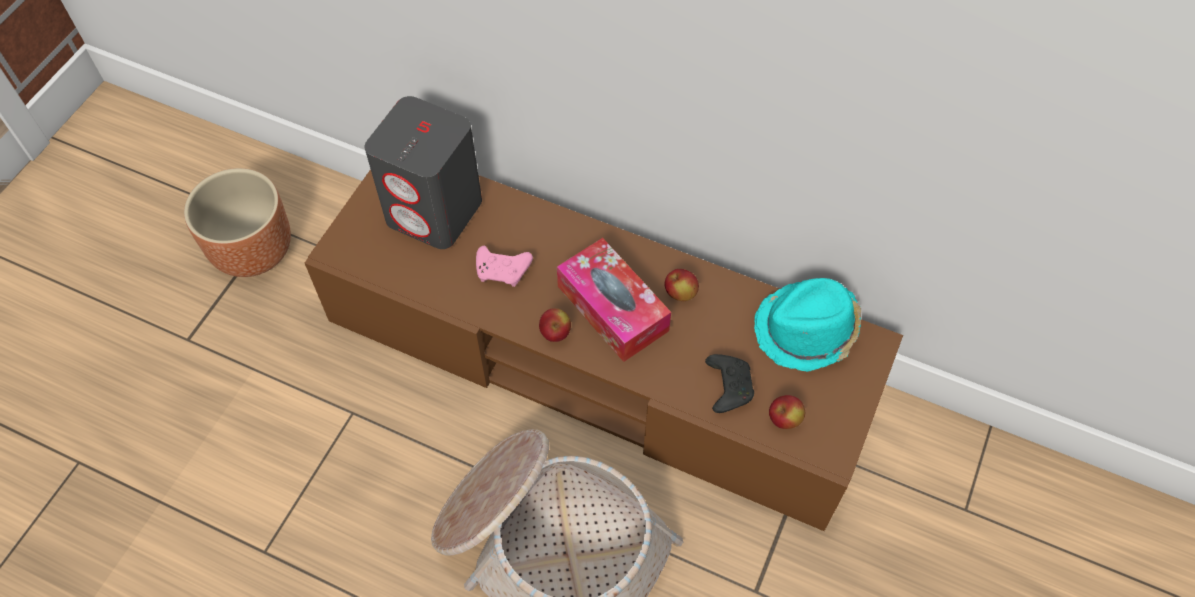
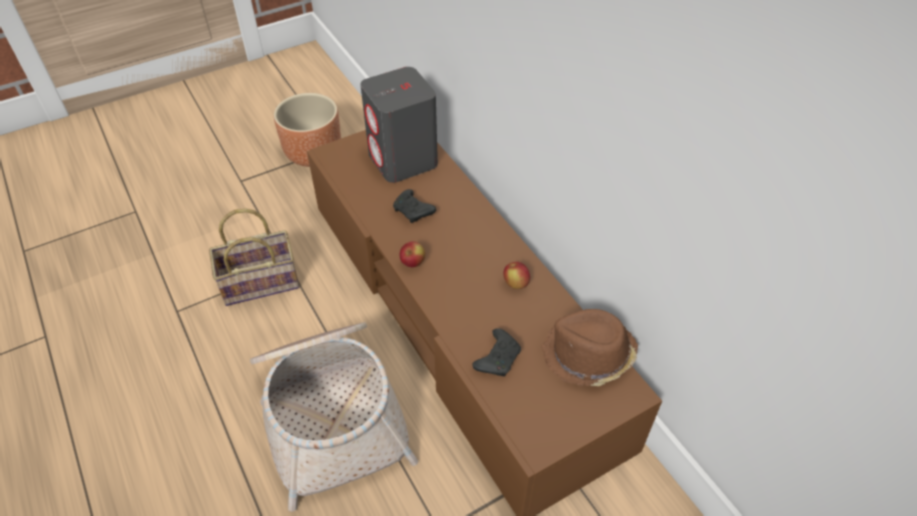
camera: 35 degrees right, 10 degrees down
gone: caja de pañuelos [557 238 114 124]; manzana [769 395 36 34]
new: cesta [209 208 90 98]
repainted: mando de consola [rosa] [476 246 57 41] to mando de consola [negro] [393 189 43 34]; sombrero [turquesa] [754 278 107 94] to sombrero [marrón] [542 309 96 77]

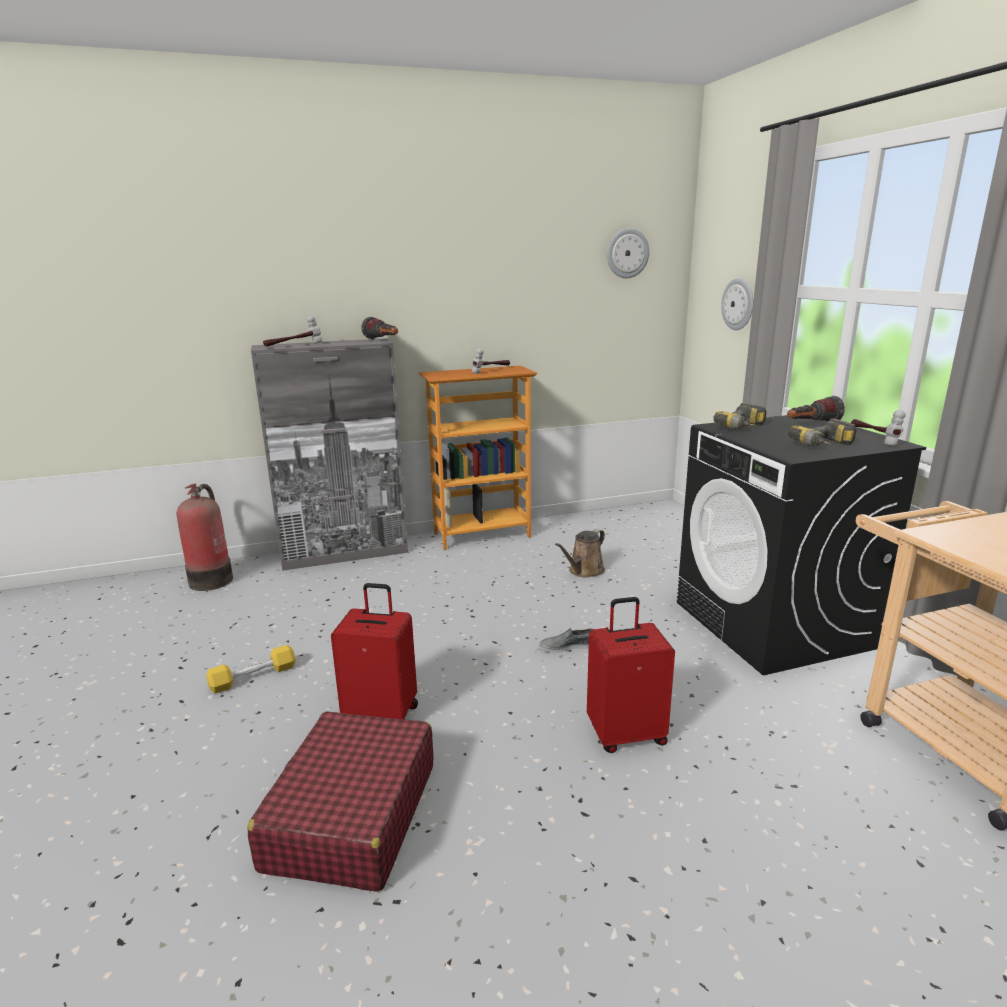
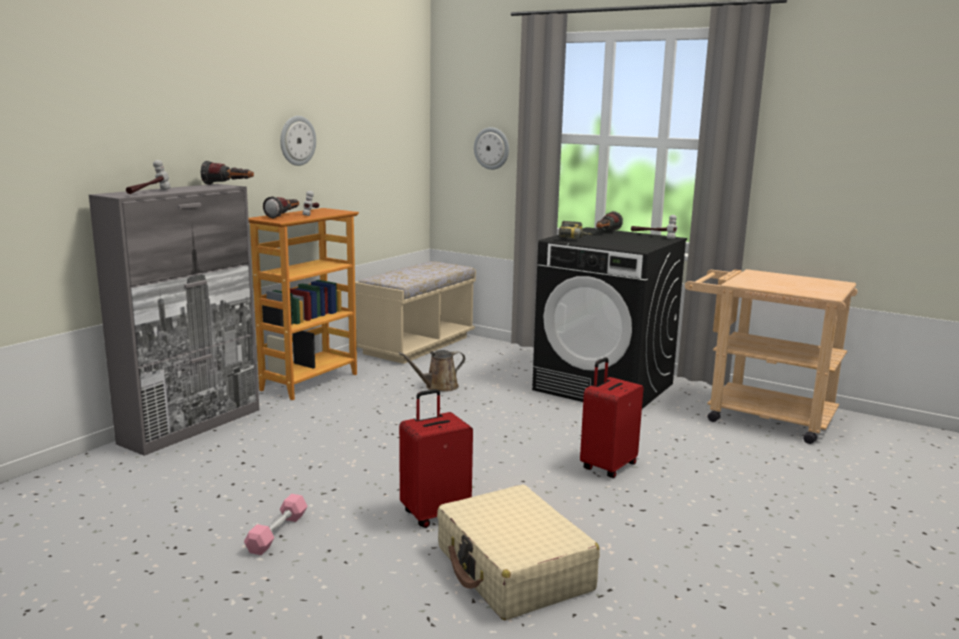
camera: 40 degrees left, 5 degrees down
gone: extintor [177 484 56 107]; zapato [gris] [539 628 55 25]; taladro [788 418 69 28]
new: linterna [263 196 36 23]; banco [beis] [355 261 121 103]
shifted: reloj de pared [607 228 42 50] to [280 116 36 50]
repainted: mancuerna [amarillo] [207 645 89 49] to mancuerna [rosa] [244 494 63 61]; maleta [rojo] [248 711 186 181] to maleta [beis] [437 484 163 136]
rotated: regadera [marrón] [555 529 50 49] = [398 350 67 41] 60 degrees clockwise

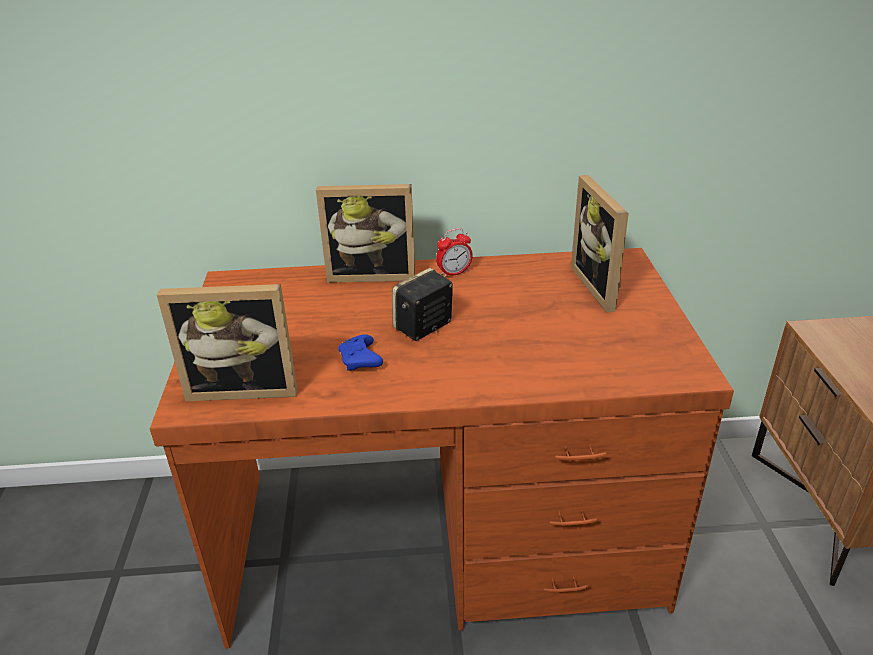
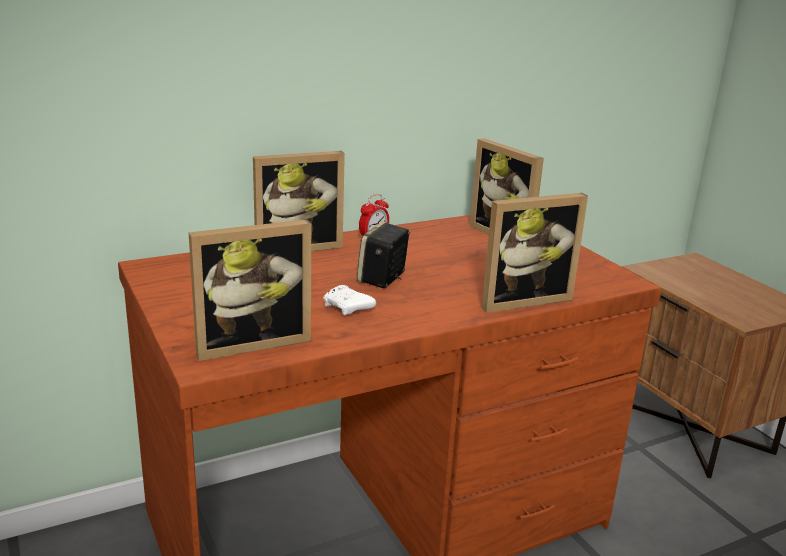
camera: 25 degrees left, 10 degrees down
new: portarretratos [481 193 107 120]
repainted: mando de consola [azul] [338 334 45 36] to mando de consola [blanco] [323 285 53 30]

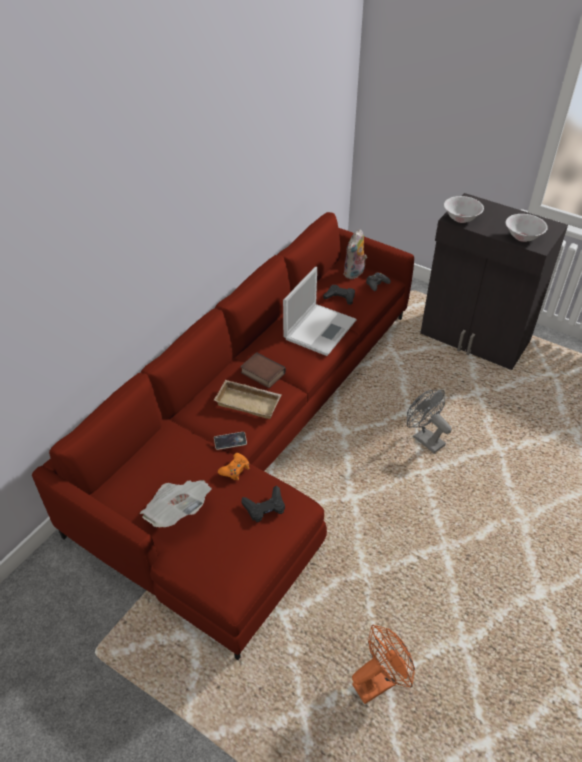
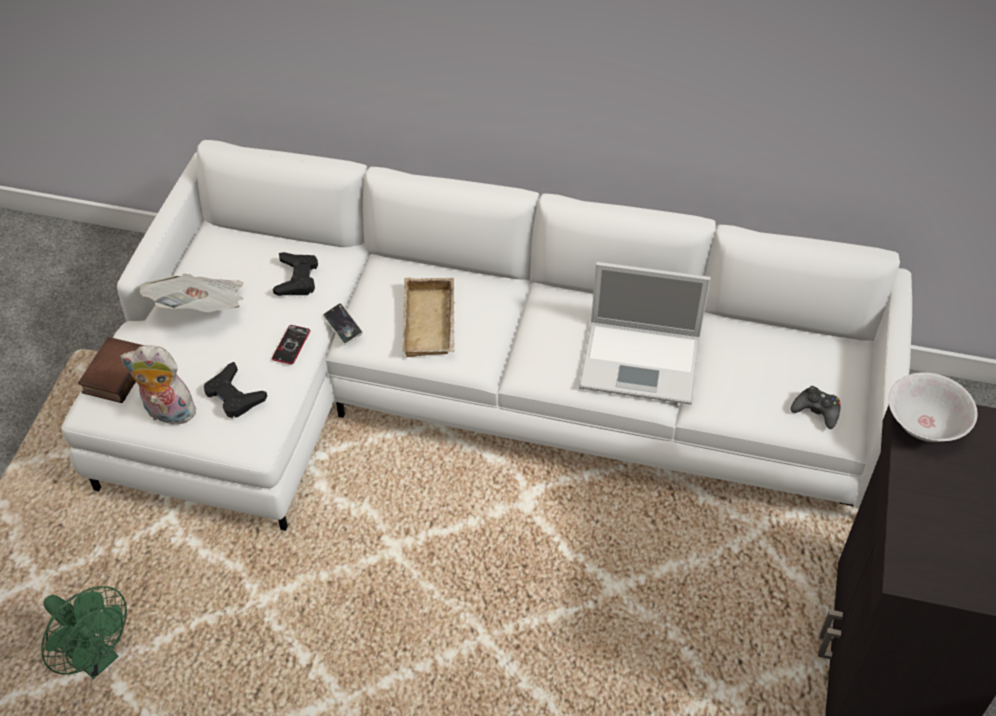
camera: 70 degrees right, 5 degrees up
gone: ventilador [gris] [407 390 45 63]; cuenco [blanco] [506 214 42 28]
shifted: libro [240 352 46 36] to [78 337 67 66]; mando de consola [negro] [323 285 32 20] to [273 252 45 44]; peluche [343 229 24 50] to [121 345 75 80]
swapped: mando de consola [naranja] [218 453 32 27] to móvil [272 325 38 40]
repainted: sofá [rojo] [32 212 382 448] to sofá [blanco] [62 140 850 391]; ventilador [naranja] [352 624 63 80] to ventilador [verde] [42 586 85 93]

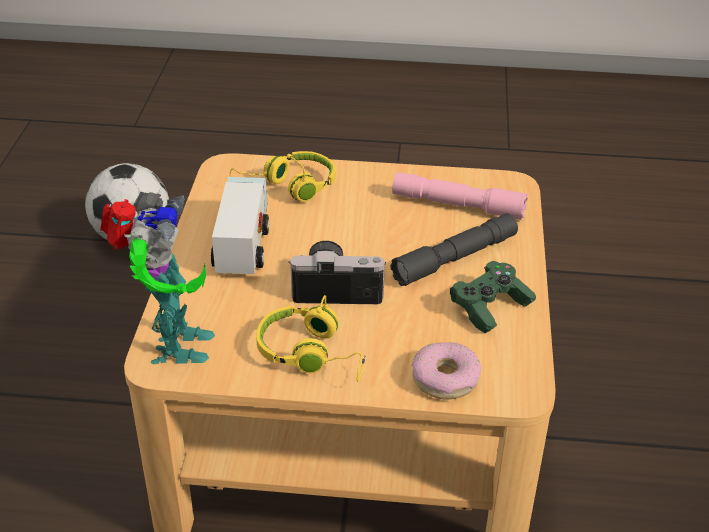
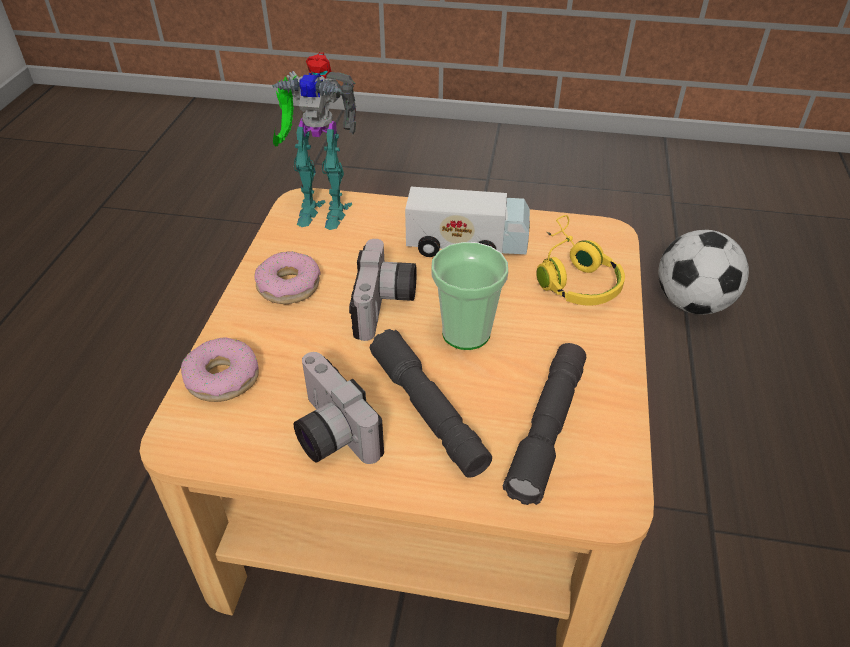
camera: 95 degrees right, 5 degrees up
new: taza [431 242 77 108]
swapped: auriculares [amarillo] [256 295 109 87] to rosquilla [254 251 66 53]; mando de consola [verde] [450 261 86 72] to cámara [294 352 90 112]
repainted: linterna [rosa] [392 172 136 48] to linterna [gris] [503 343 83 162]

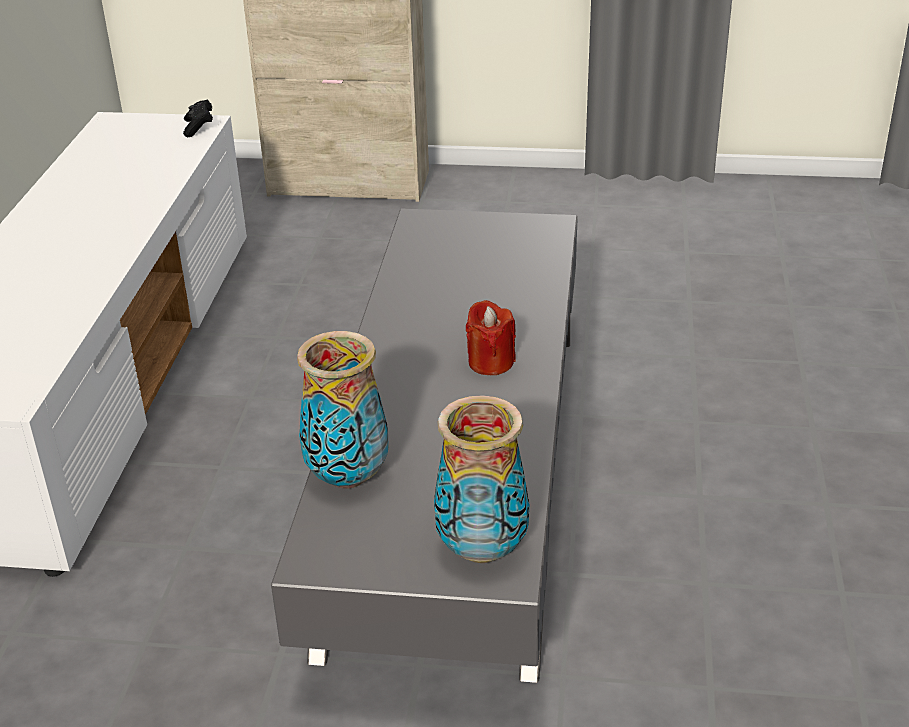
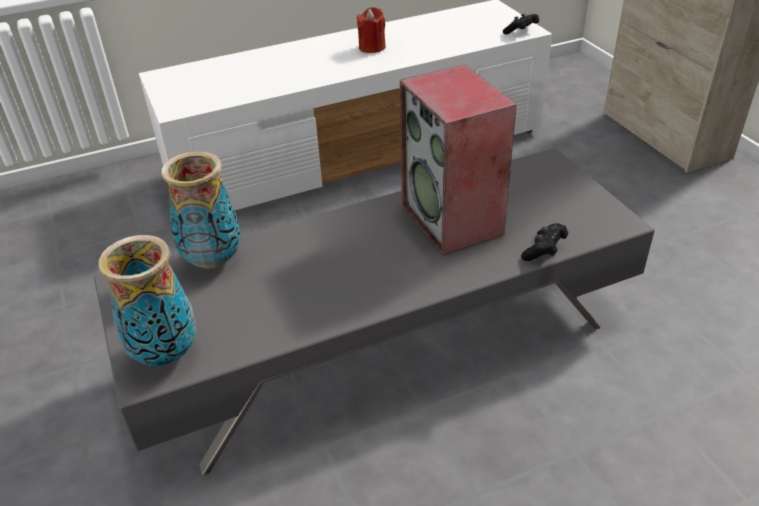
camera: 60 degrees right, 5 degrees up
new: altavoz [400 64 117 191]; mando de consola [negro] [521 223 47 38]
shifted: vela [rojo] [466 300 50 75] to [357 7 29 46]

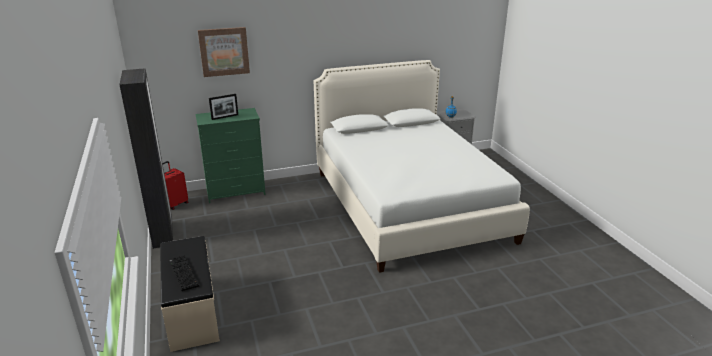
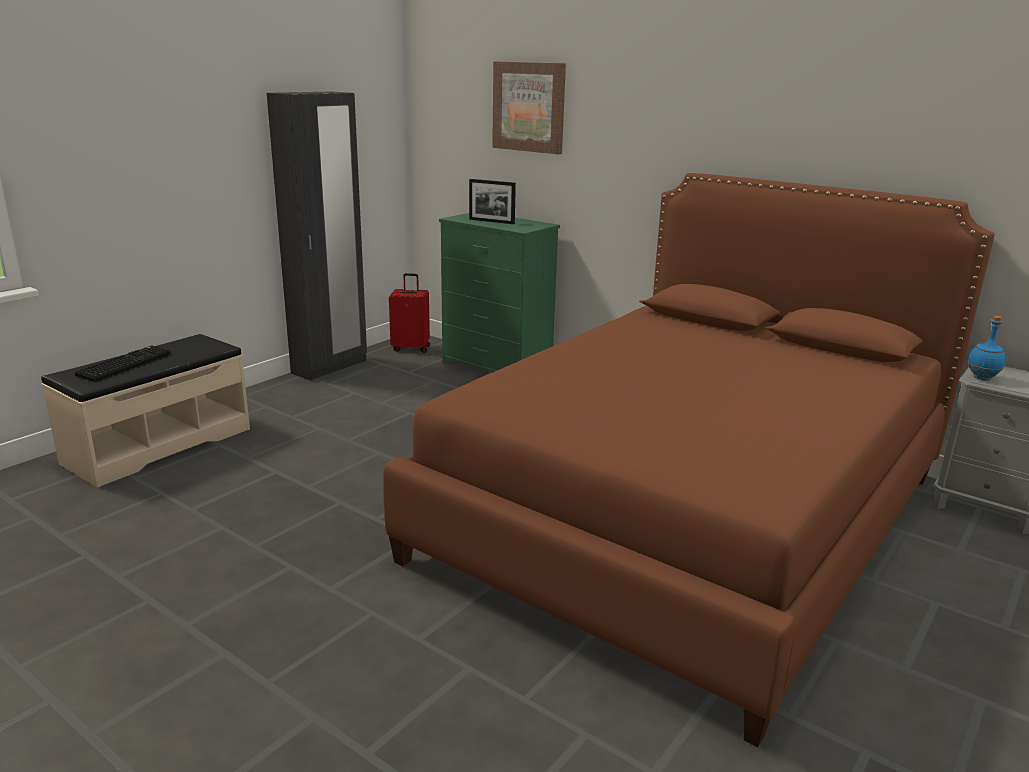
camera: 55 degrees right, 5 degrees down
repainted: cama [blanco] [314 60 216 213] to cama [marrón] [383 173 612 574]

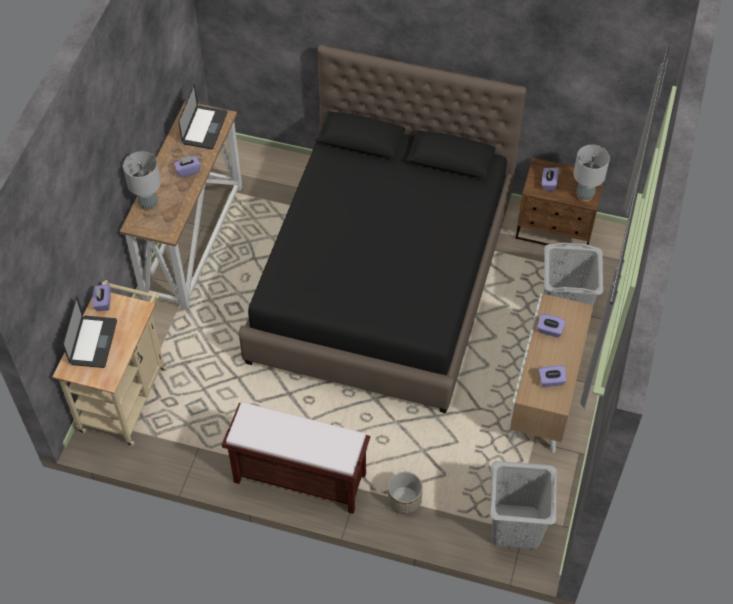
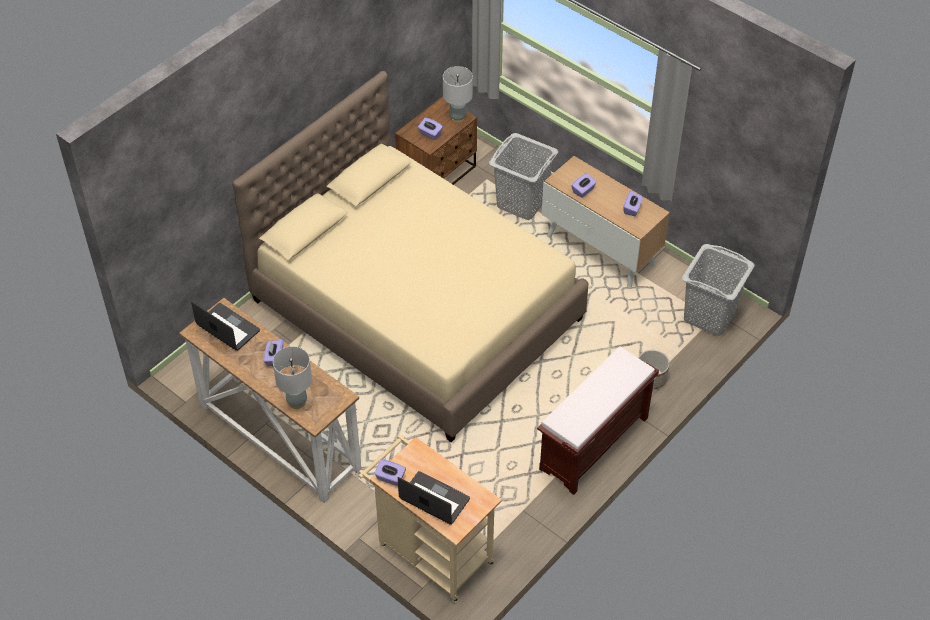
camera: 65 degrees left, 5 degrees down
repainted: cama [negro] [239 45 287 368] to cama [beis] [232 71 357 371]

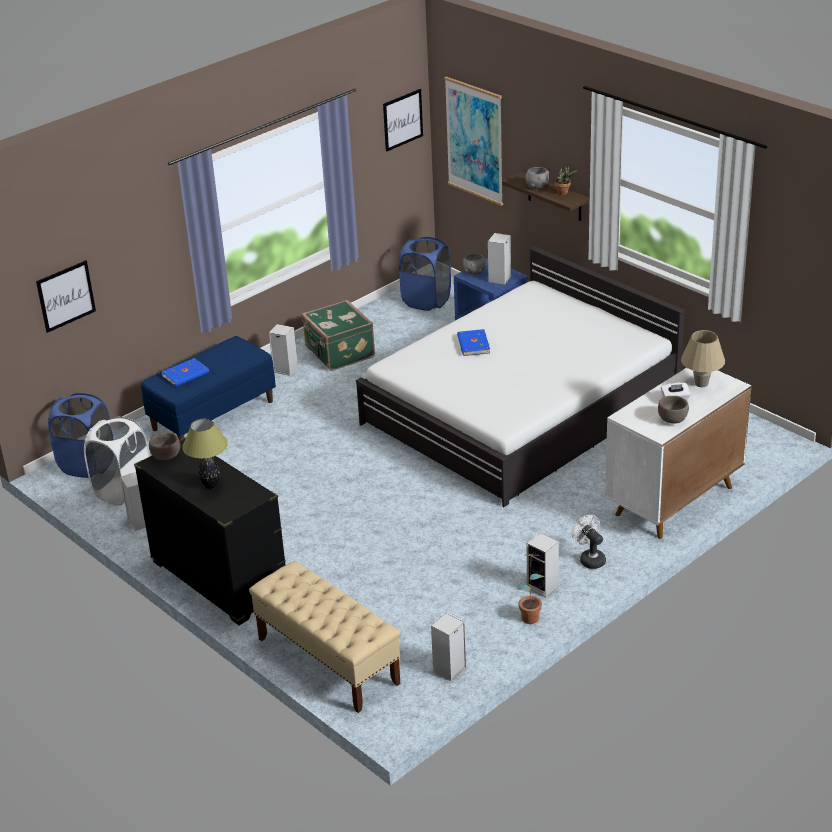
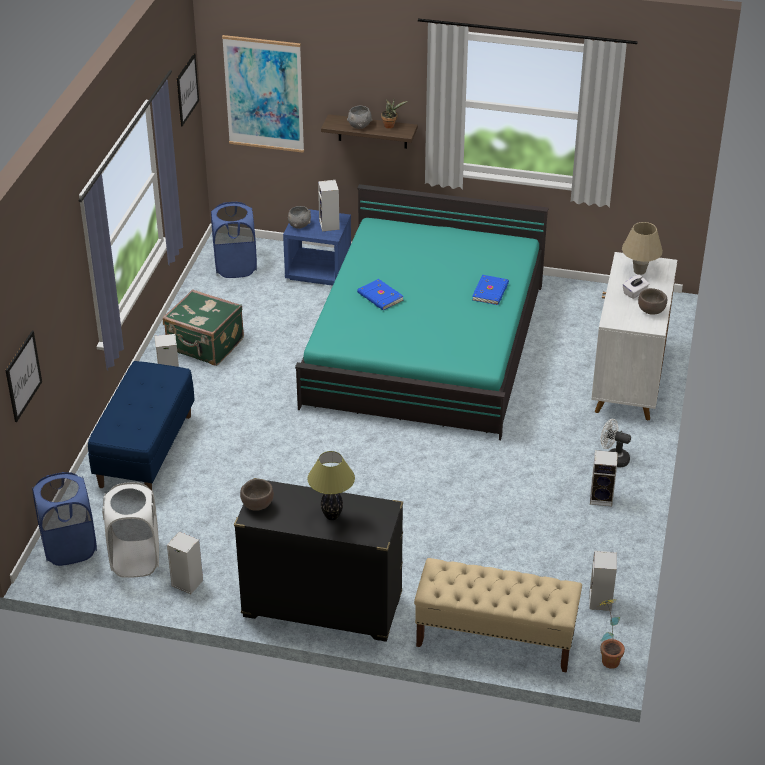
camera: 35 degrees left, 5 degrees up
shifted: libro [azul] [161 358 48 29] to [472 275 37 30]; planta en maceta [516 554 28 70] to [598 599 27 70]
repainted: cama [blanco] [356 246 329 261] to cama [turquesa] [295 184 253 256]

